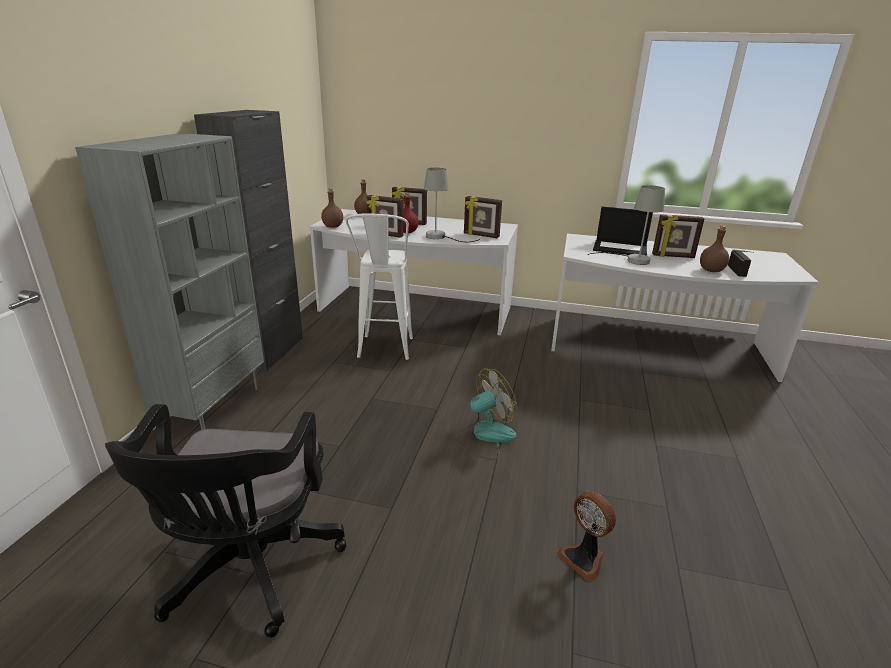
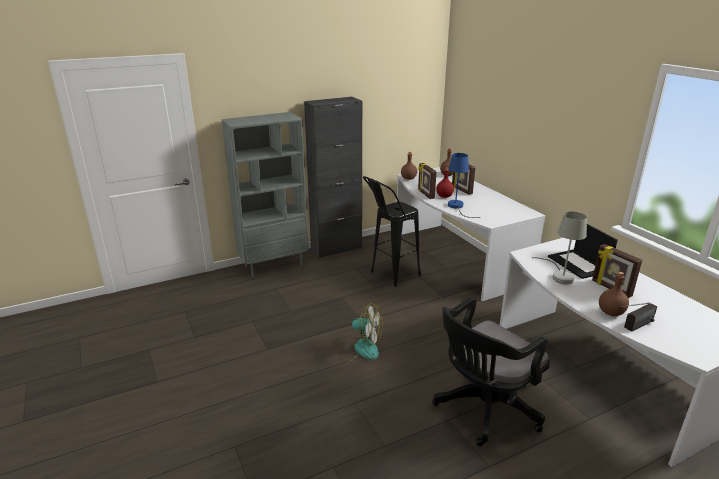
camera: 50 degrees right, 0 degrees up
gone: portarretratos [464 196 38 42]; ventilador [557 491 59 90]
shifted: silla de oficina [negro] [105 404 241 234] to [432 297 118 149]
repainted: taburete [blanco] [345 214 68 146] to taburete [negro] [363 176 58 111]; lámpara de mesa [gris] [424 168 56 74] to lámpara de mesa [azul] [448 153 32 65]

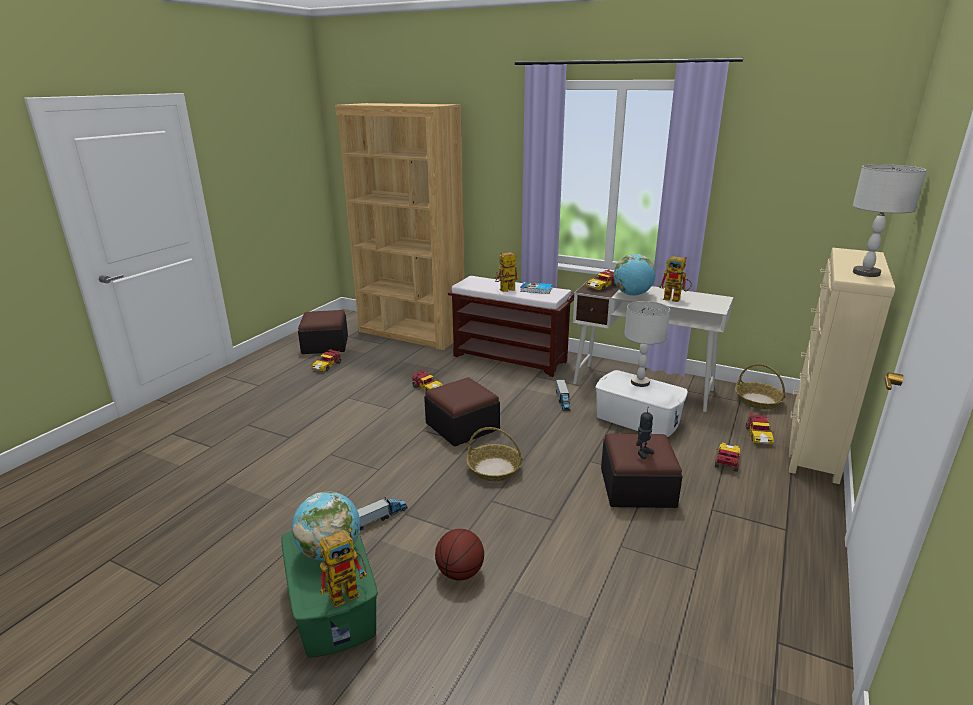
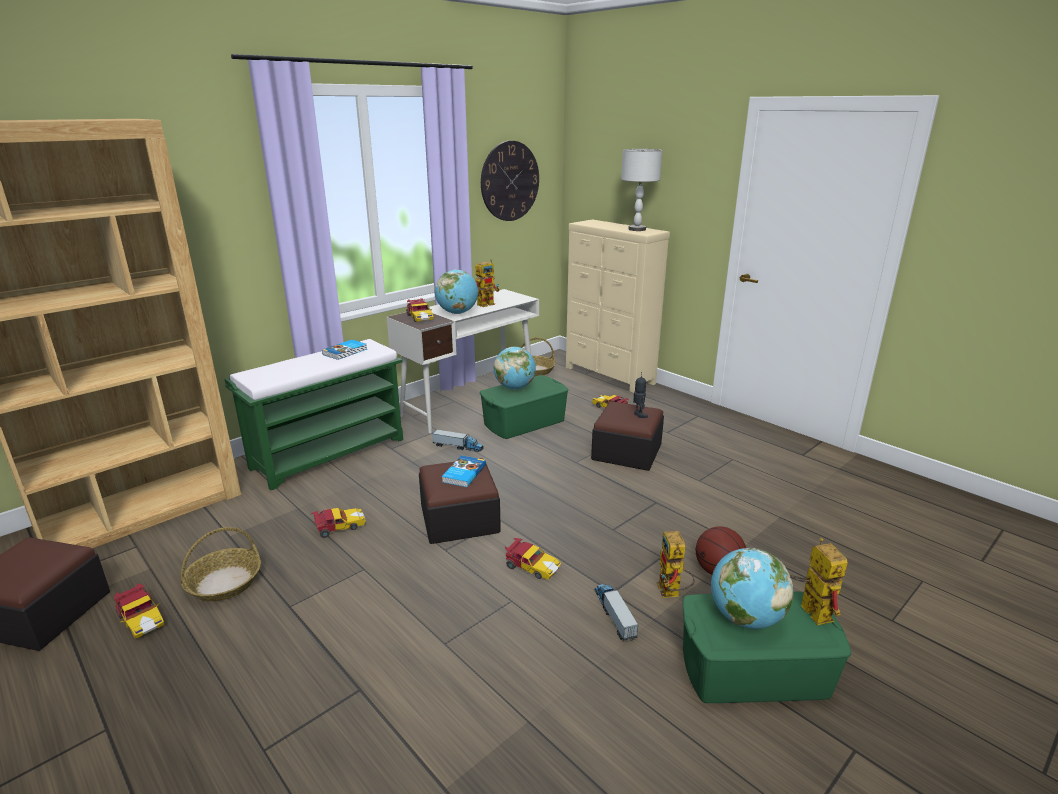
camera: 70 degrees left, 0 degrees up
new: libro [442 455 44 32]; reloj de pared [481 141 58 80]
shifted: cesta [466 427 57 55] to [180 527 81 75]; robot de juguete [495 252 23 40] to [656 531 39 67]; coche de juguete [746 413 28 32] to [505 538 56 42]
swapped: lámpara de mesa [gris] [624 301 46 86] to globo terráqueo [494 347 42 42]
repainted: banco [marrón] [448 276 126 101] to banco [verde] [225 339 178 151]; caja de almacenaje [blanco] [596 370 92 68] to caja de almacenaje [verde] [480 375 89 64]

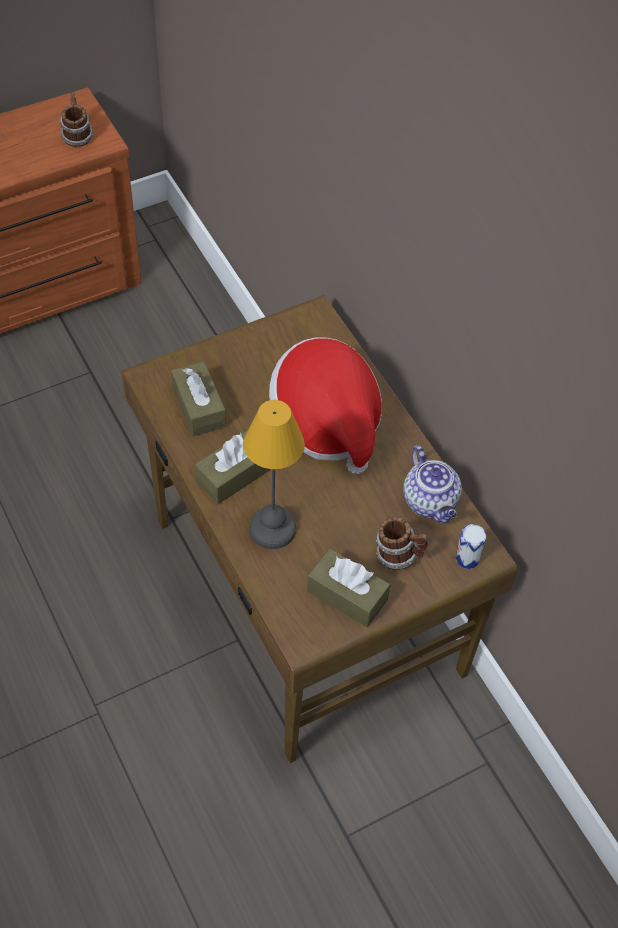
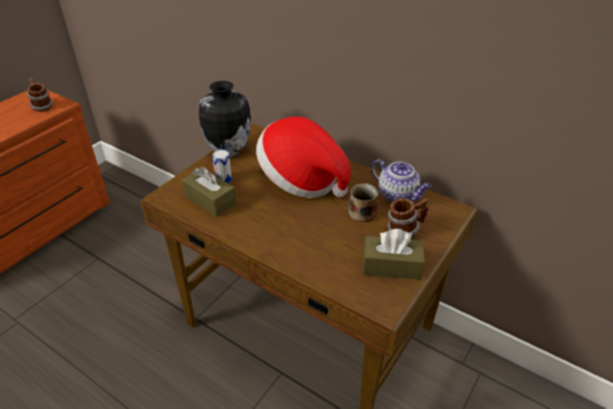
camera: 25 degrees left, 15 degrees down
gone: caja de pañuelos [marrón] [195 430 76 74]; lámpara de mesa [243 400 62 149]
new: florero [198 81 53 76]; taza grande [349 183 30 39]
shifted: lata [455 524 31 45] to [212 150 20 33]

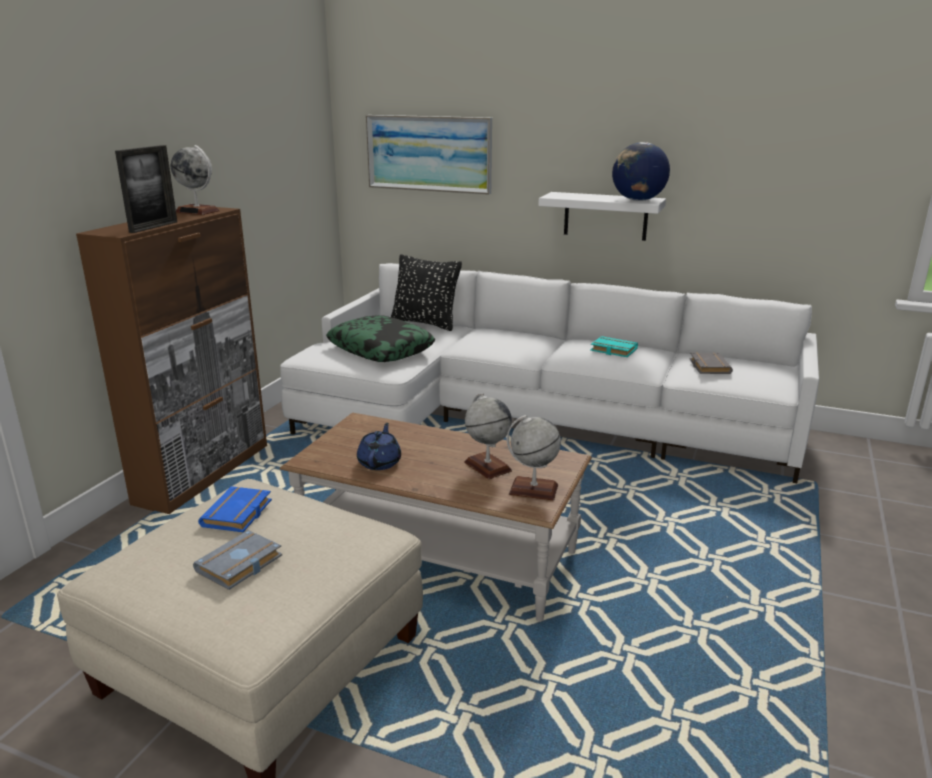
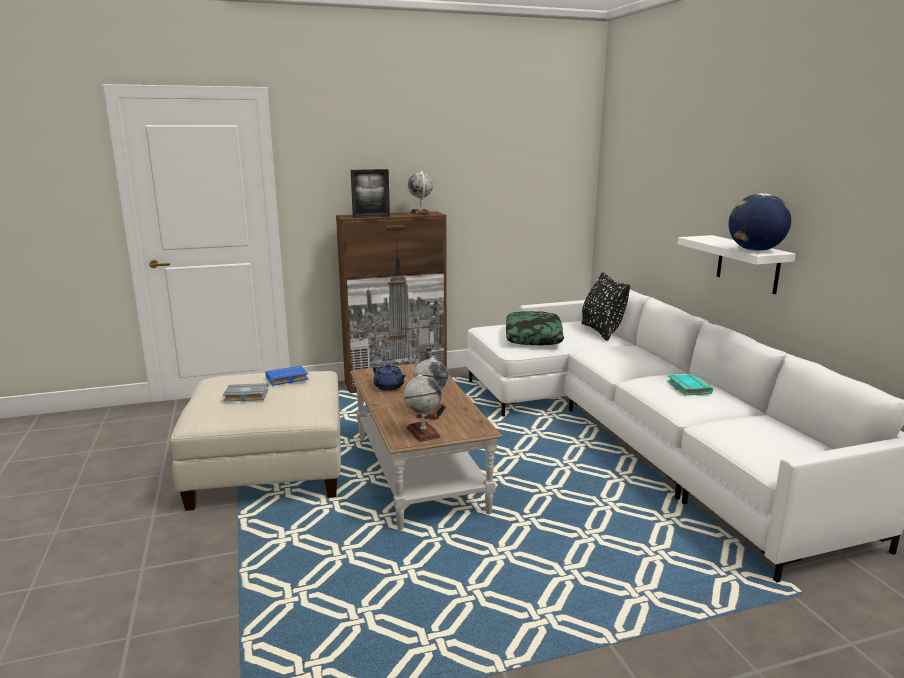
camera: 50 degrees right, 5 degrees down
gone: cuadro [366 115 126 79]; libro [gris] [690 352 43 22]
rotated: tetera [azul] [357 423 44 47] = [373 364 34 27] 75 degrees clockwise

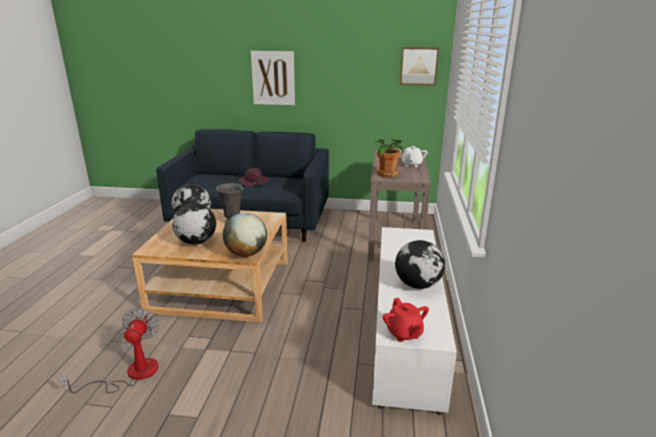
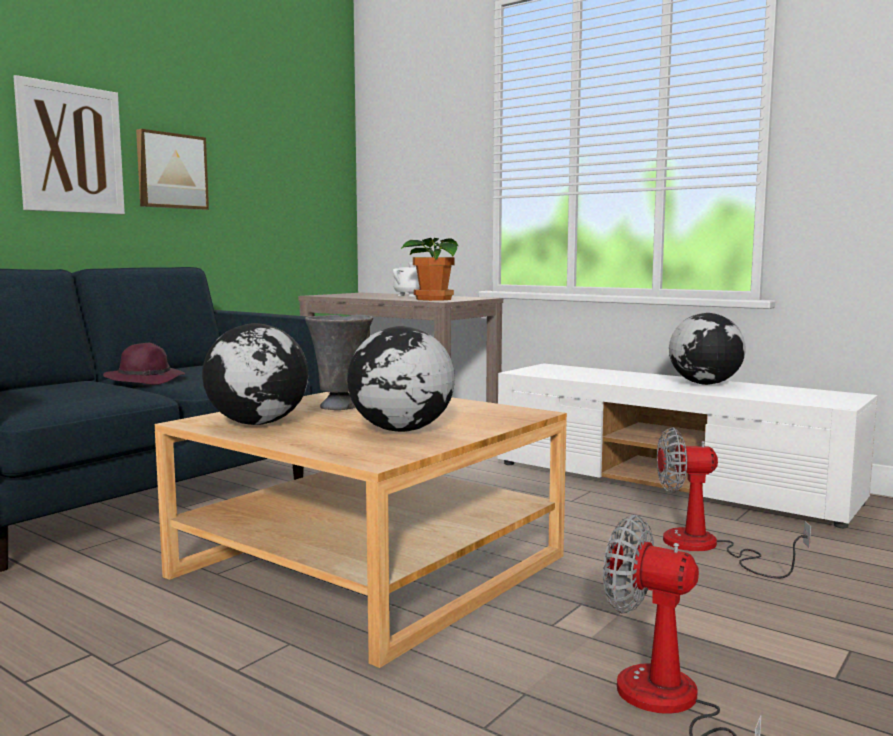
camera: 60 degrees left, 15 degrees down
gone: globo terráqueo [223 213 44 44]; tetera [rojo] [383 298 46 44]
new: ventilador [657 427 154 152]
shifted: cuadro [400 47 39 38] to [136 129 73 81]

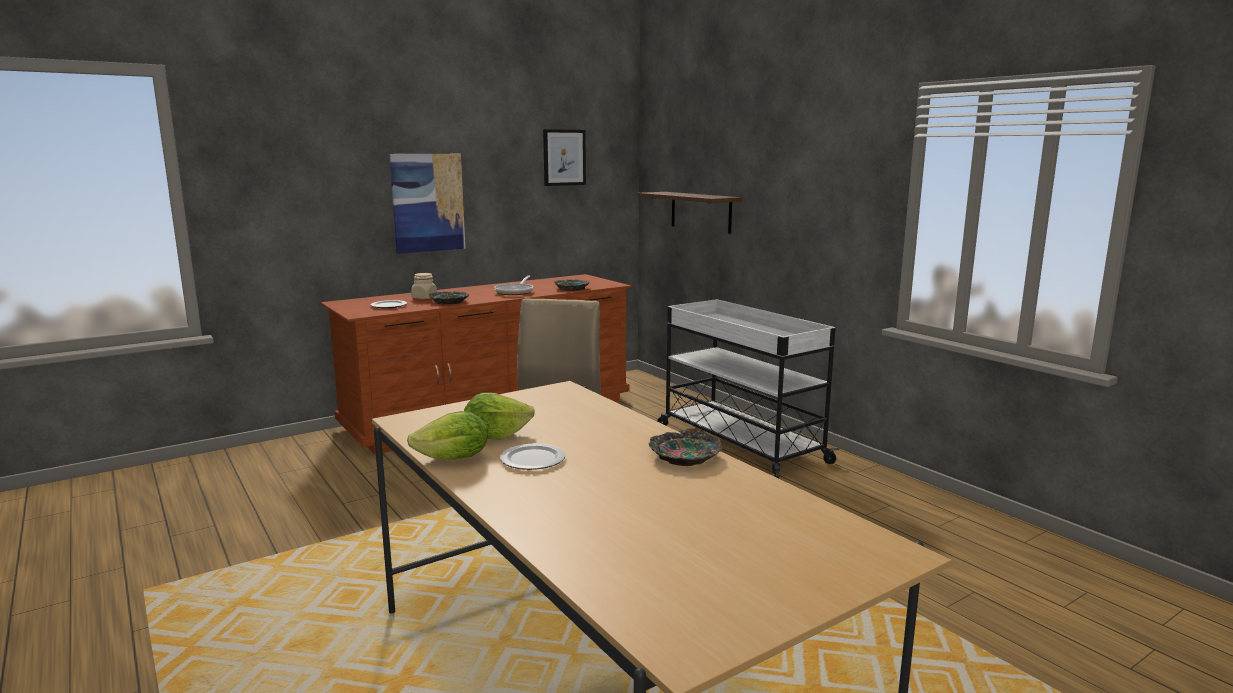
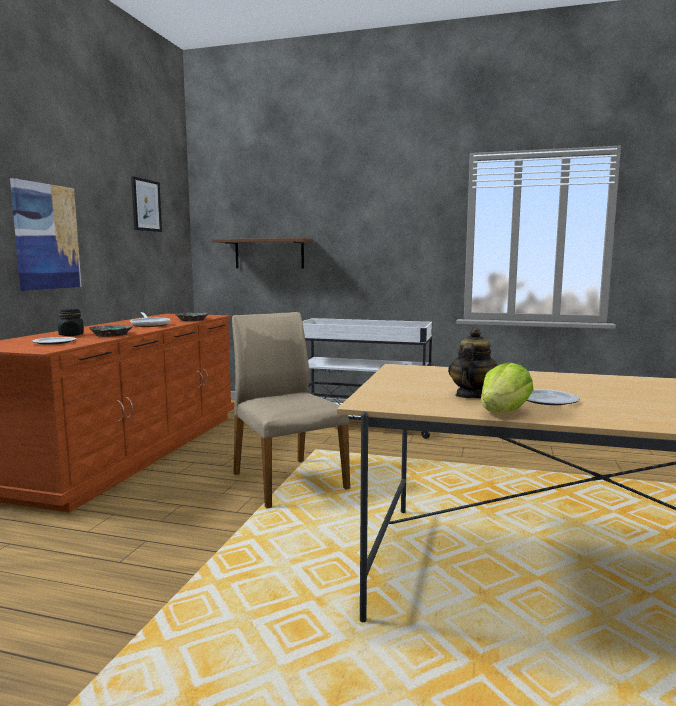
camera: 40 degrees left, 5 degrees down
gone: cuenco [649 430 74 36]
swapped: lechuga [464 393 71 46] to tetera [448 328 50 70]
repainted: tarro [beis] [411 273 26 26] to tarro [negro] [58 308 26 28]

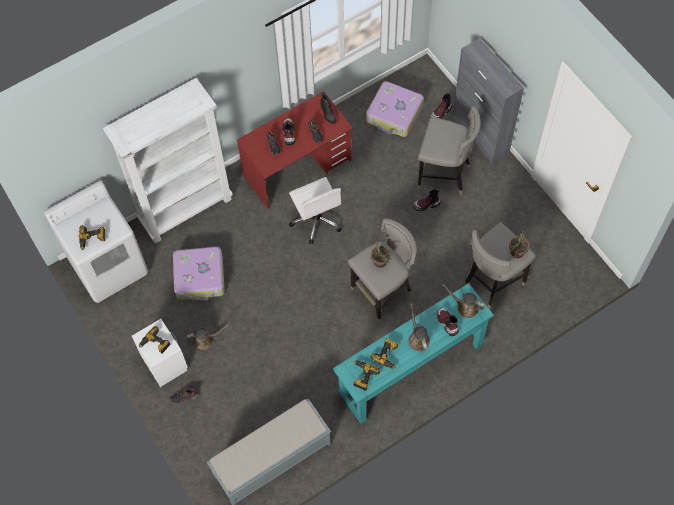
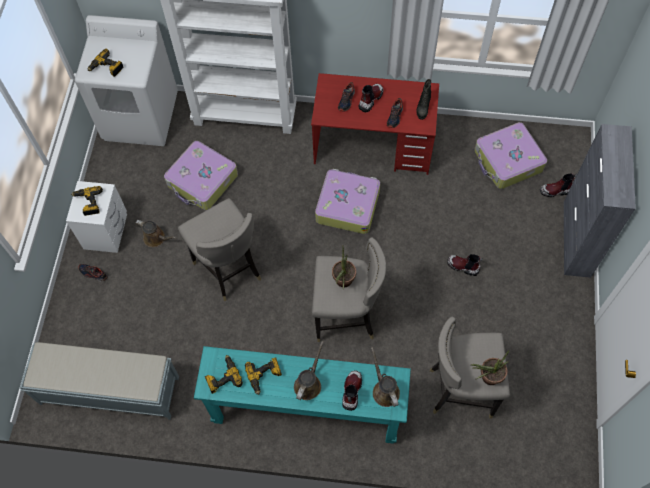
camera: 40 degrees right, 0 degrees up
shifted: taburete [gris] [418 106 63 89] to [178 198 83 103]
swapped: silla de oficina [blanco] [289 177 53 67] to maleta [315 169 65 65]

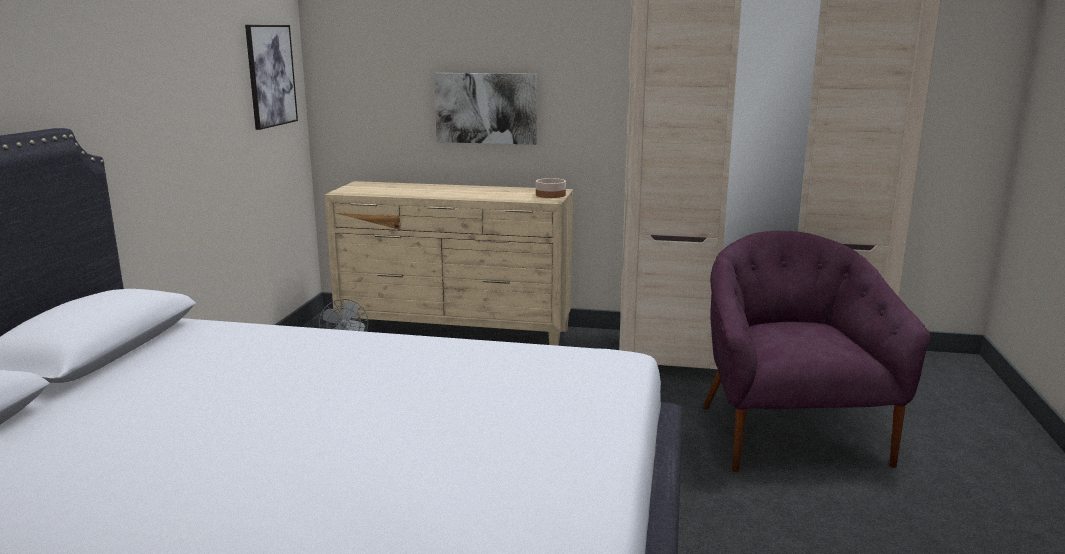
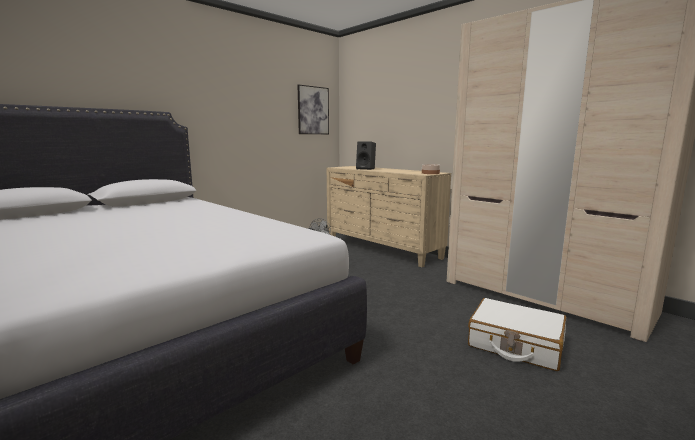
camera: 35 degrees right, 5 degrees down
gone: cuadro [434 73 103 72]
new: altavoz [negro] [356 141 20 29]
swapped: sillón [morado] [703 231 227 242] to maleta [blanco] [468 298 98 73]

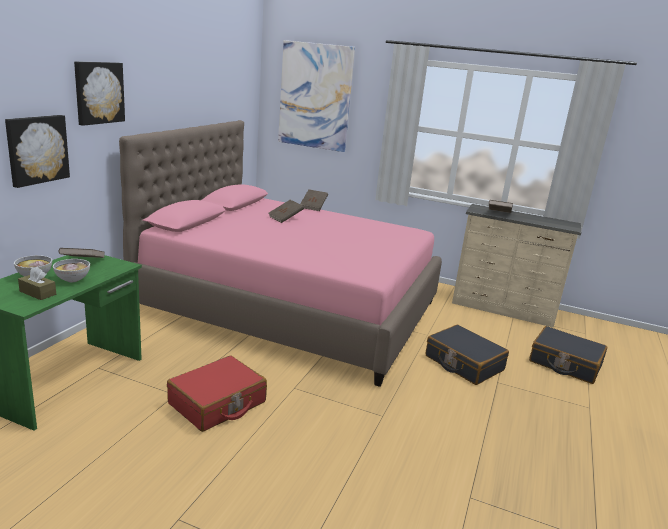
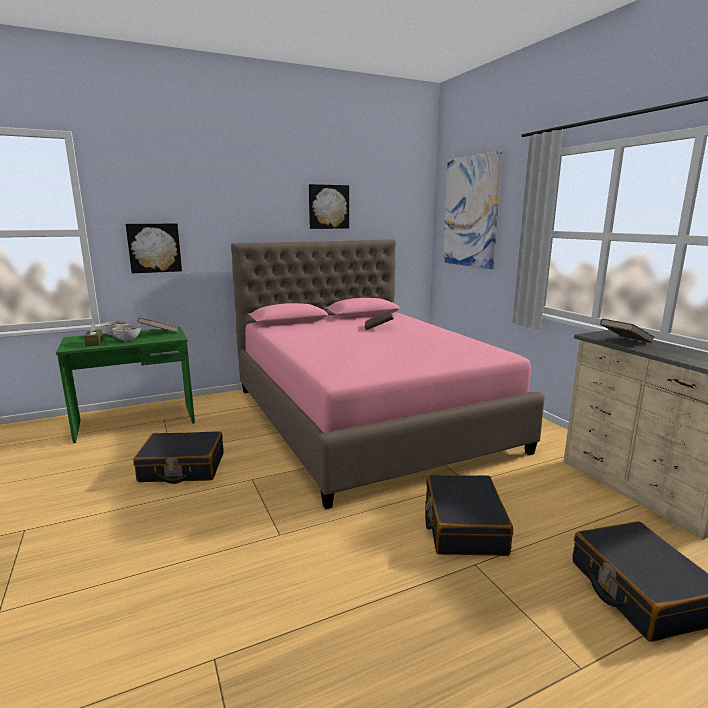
camera: 45 degrees right, 5 degrees down
gone: libro [marrón] [300 189 28 22]
shifted: cuadro [74 61 51 65] to [309 184 40 45]
repainted: maleta [rojo] [167 356 100 76] to maleta [negro] [133 431 91 53]

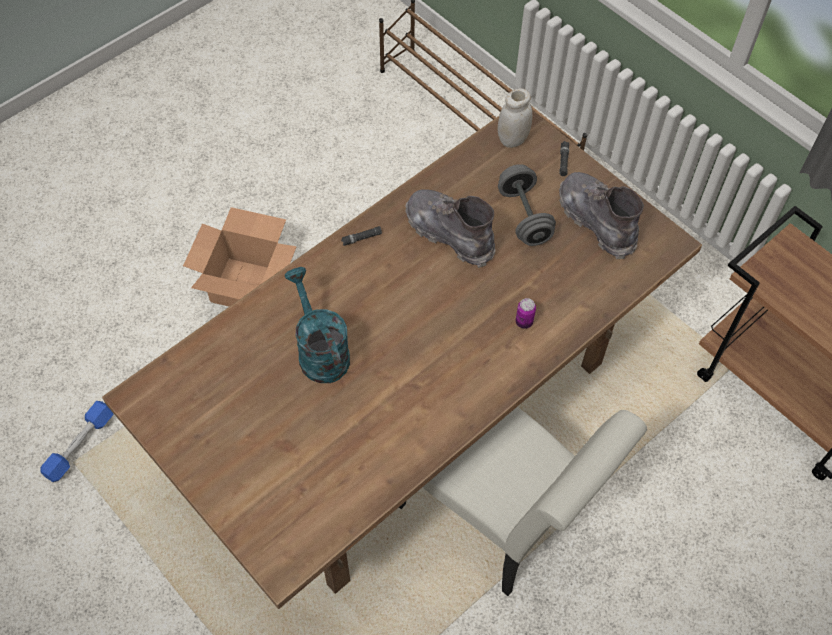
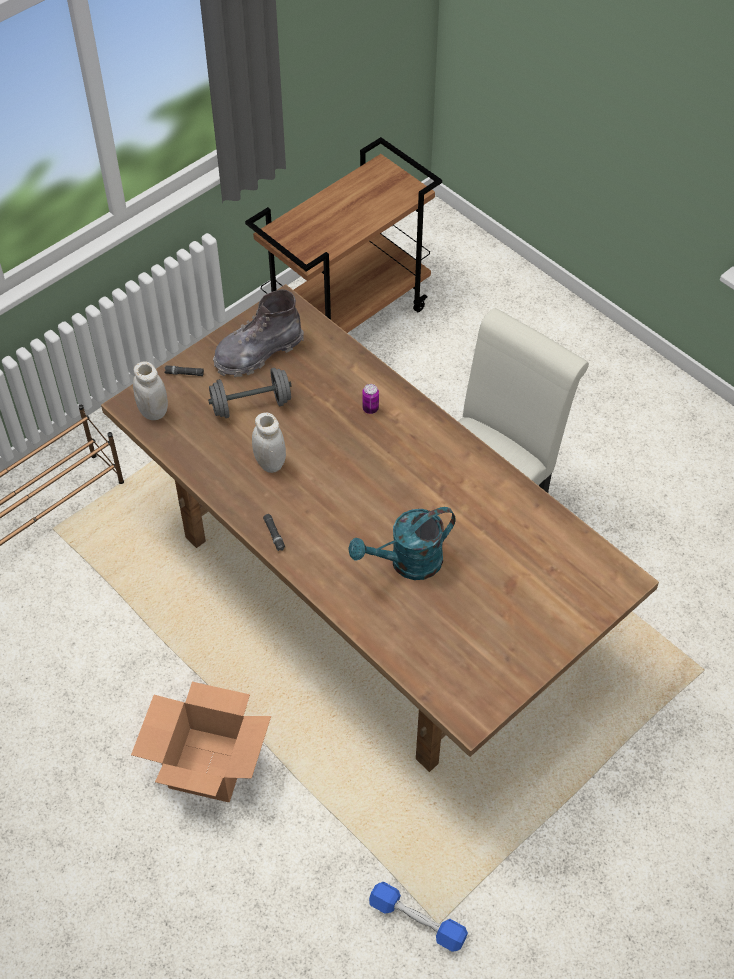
camera: 90 degrees left, 5 degrees down
swapped: bota [gris] [405 190 91 78] to tarro [blanco] [252 412 34 61]

